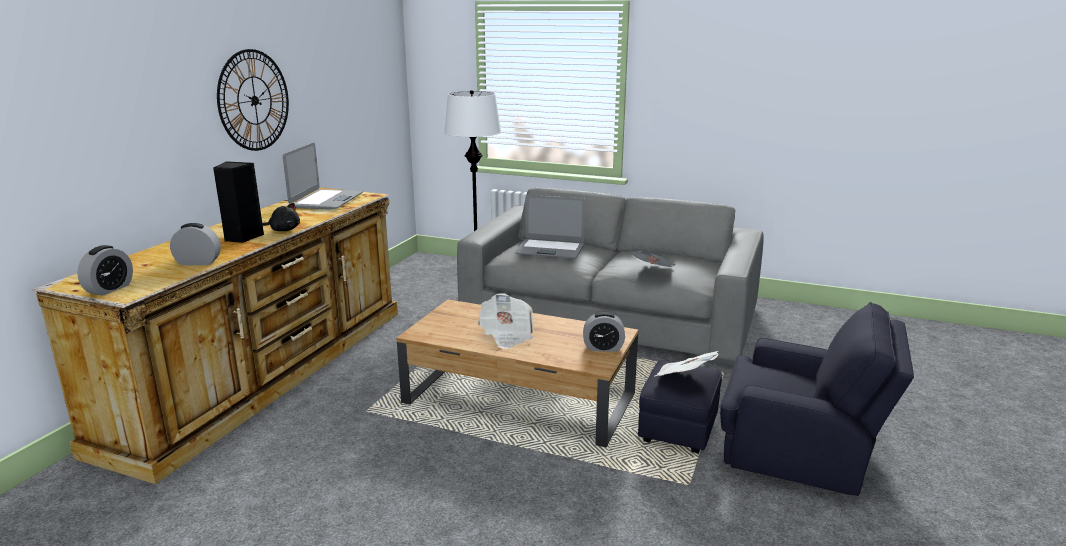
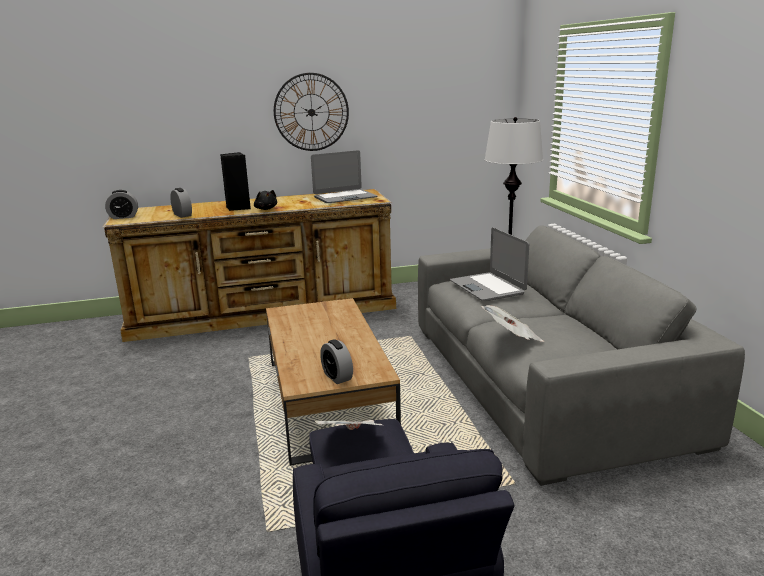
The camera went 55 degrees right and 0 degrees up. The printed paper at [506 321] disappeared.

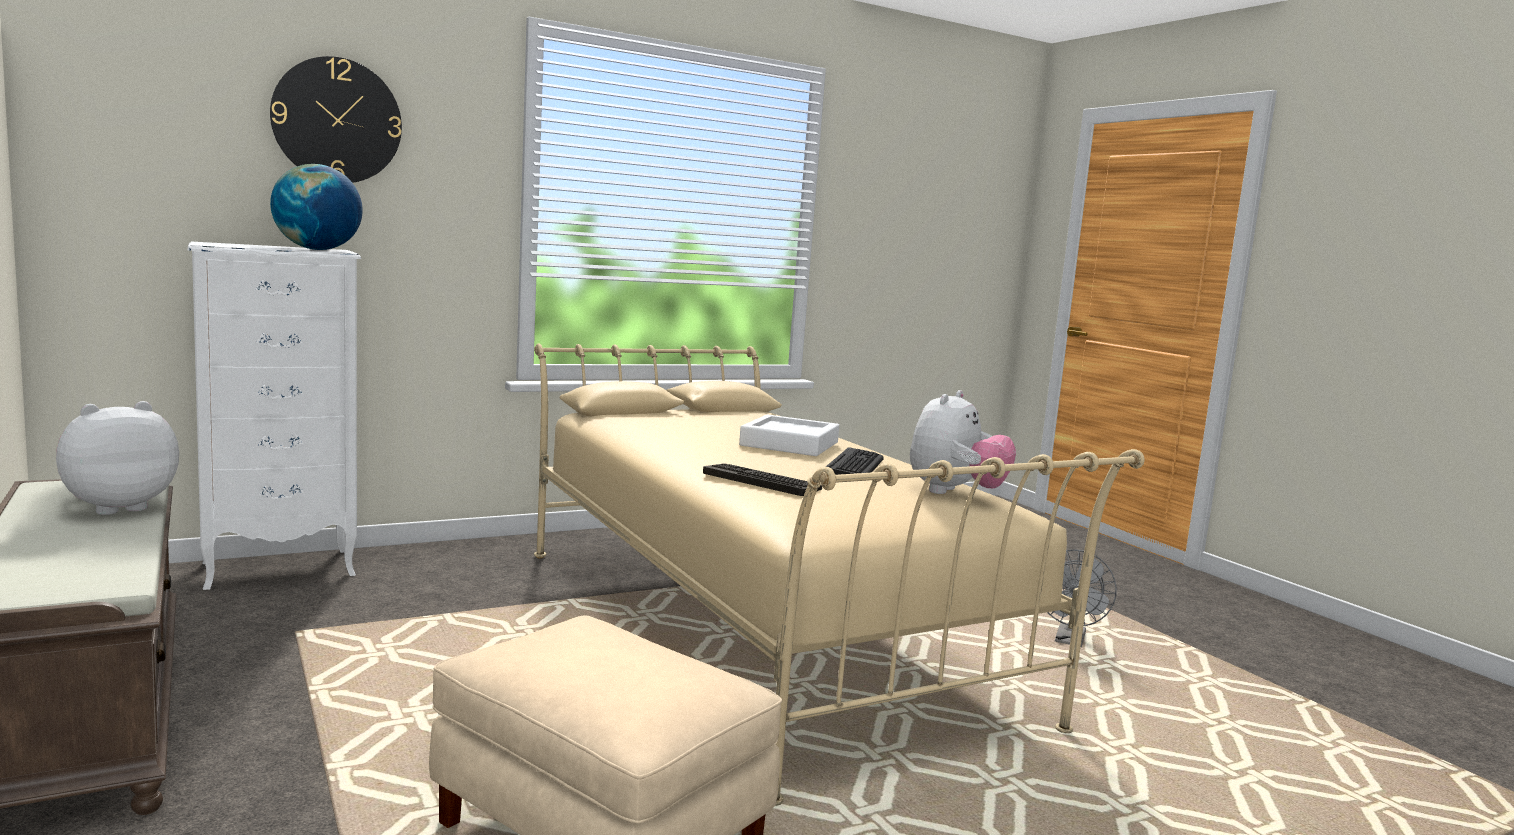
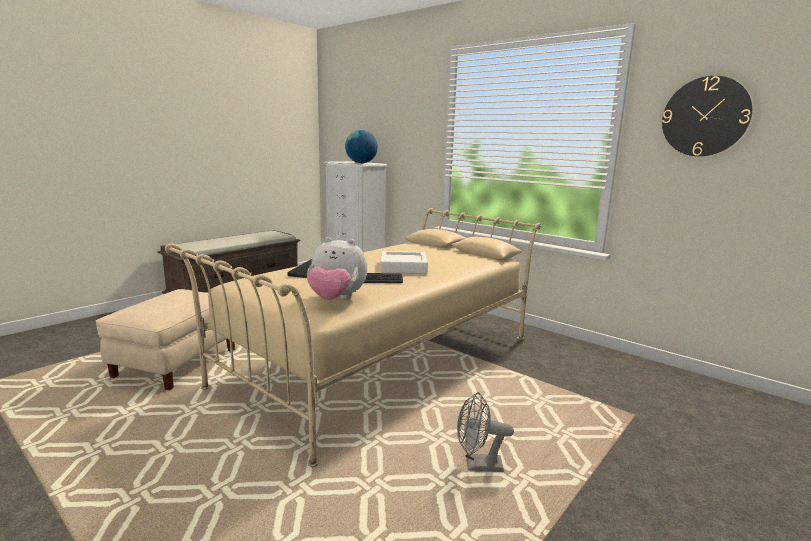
The camera went 70 degrees right and 5 degrees up. The cuddly toy at [117 458] disappeared. The wall clock moved from [336 119] to [707 116].

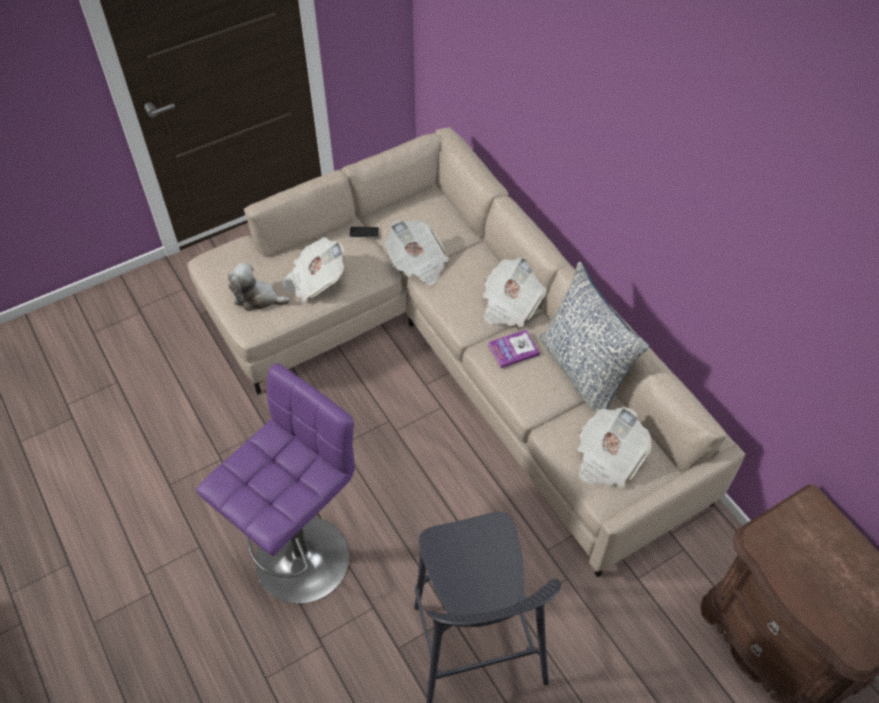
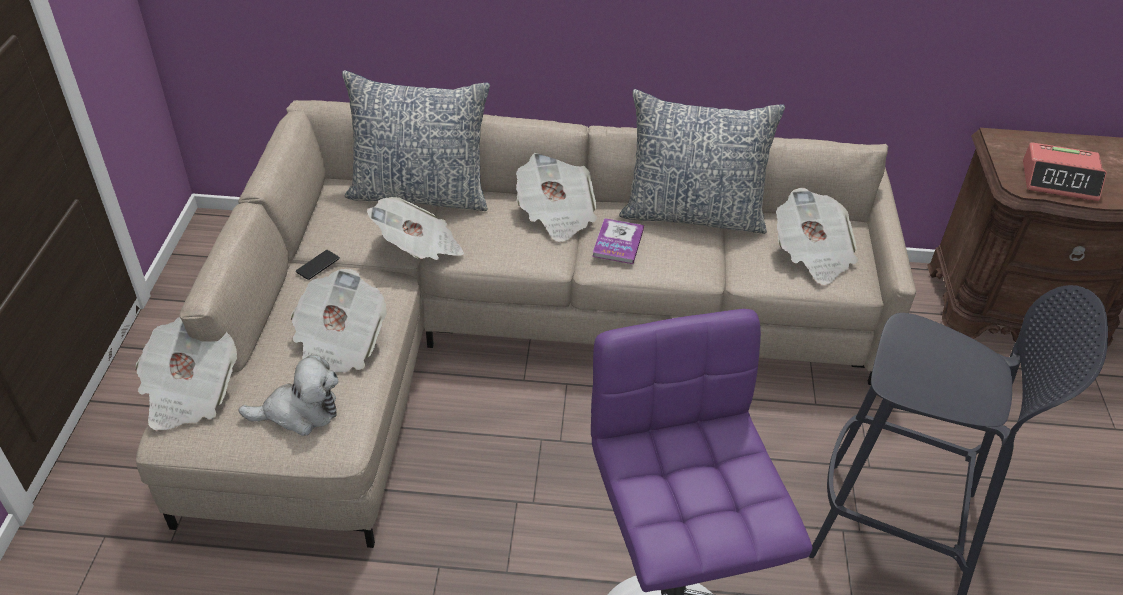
The camera went 55 degrees left and 10 degrees down. The cuddly toy at [259 287] turned 150 degrees counterclockwise. The printed paper at [186 373] appeared. The throw pillow at [416 140] appeared. The table clock at [1065 171] appeared.

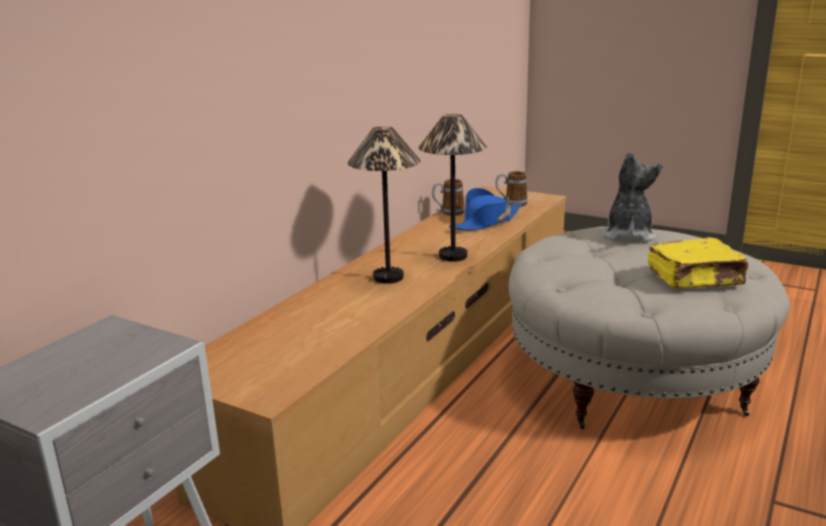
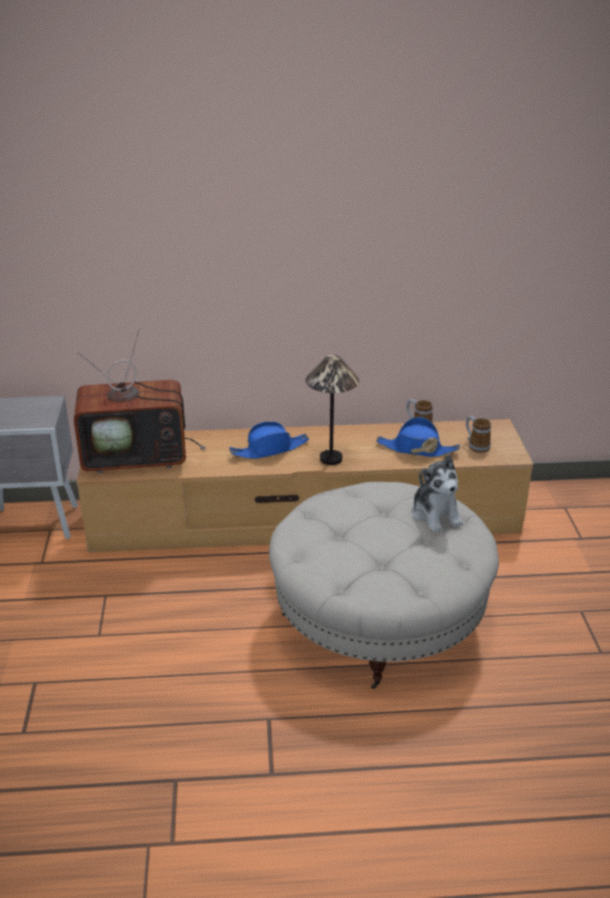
The camera went 55 degrees right and 10 degrees up. The tabletop lamp at [383 205] was replaced by the clothing hat in blue-coloured at [269 440]. The cuddly toy at [632 197] turned 90 degrees clockwise. The bound book in yellow at [698 263] disappeared. The television at [140 400] appeared.

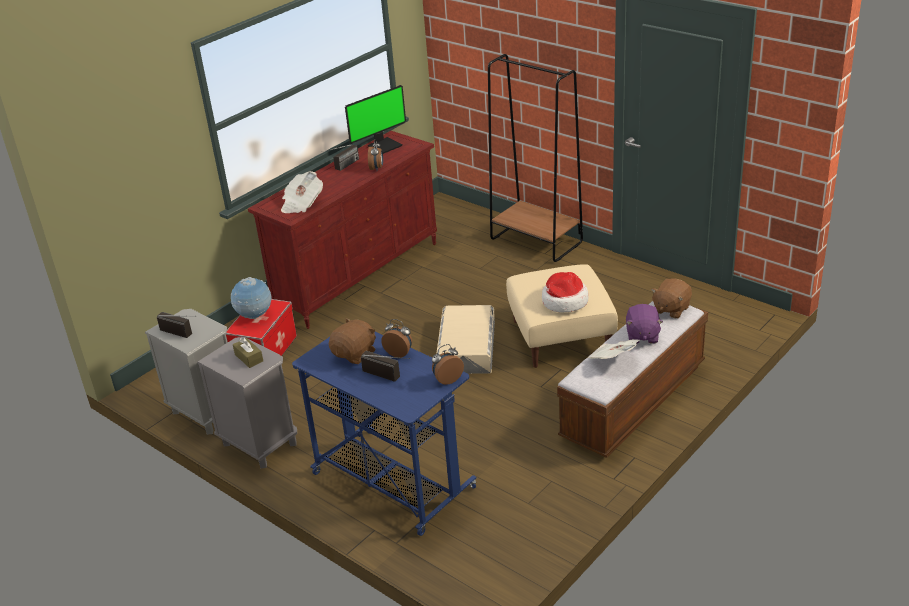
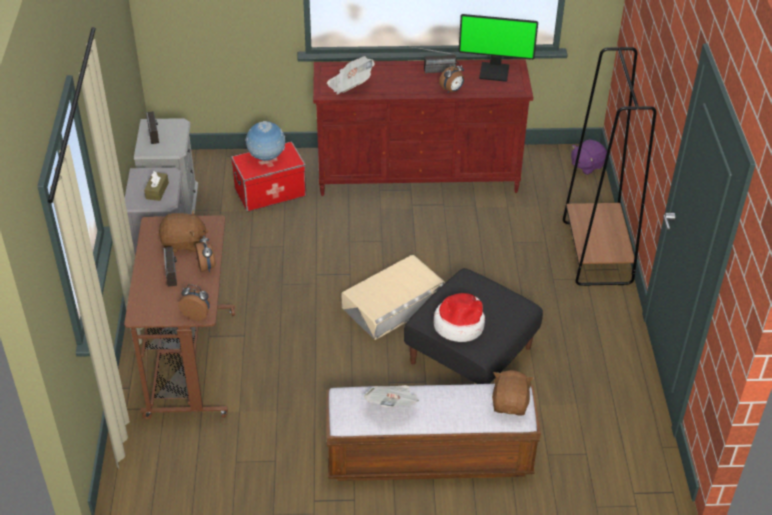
The camera went 45 degrees right and 10 degrees up. The desk unit in blue-coloured at [384 434] became the desk unit in brown-coloured at [179 317]. The pouffe in beige at [562 316] became the pouffe in blackish at [473 326]. The cuddly toy in purplish moved from [644 324] to [589 157]. The cuddly toy in brown-coloured at [671 298] turned 105 degrees clockwise.

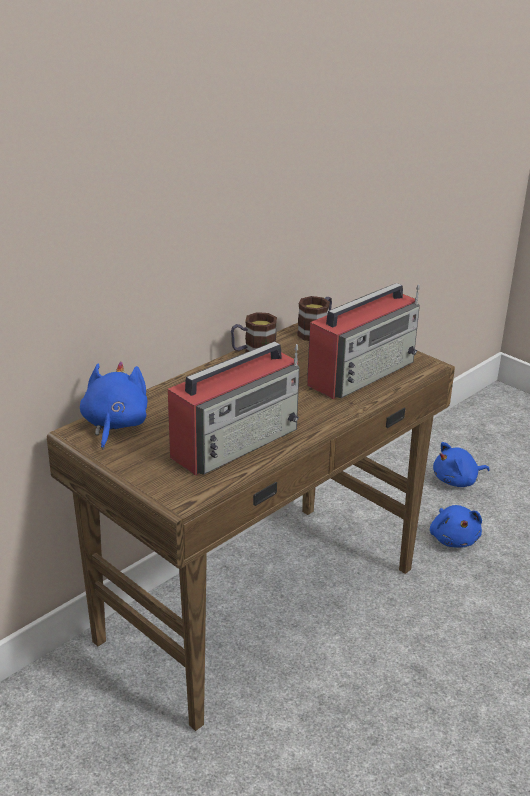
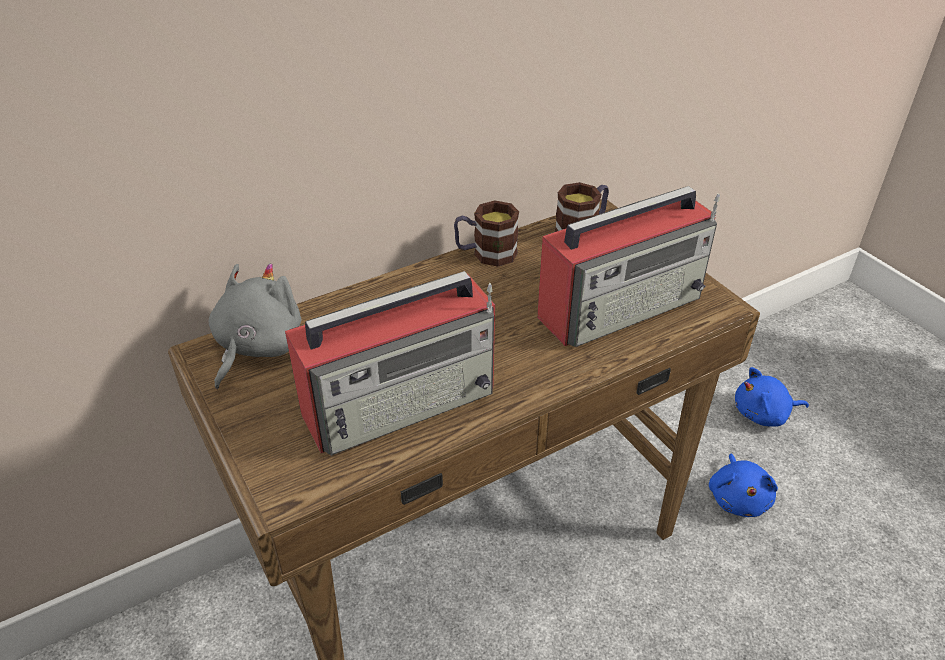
The camera went 15 degrees right and 10 degrees up. The cuddly toy in blue-coloured at [113 405] became the cuddly toy in gray at [255 326].

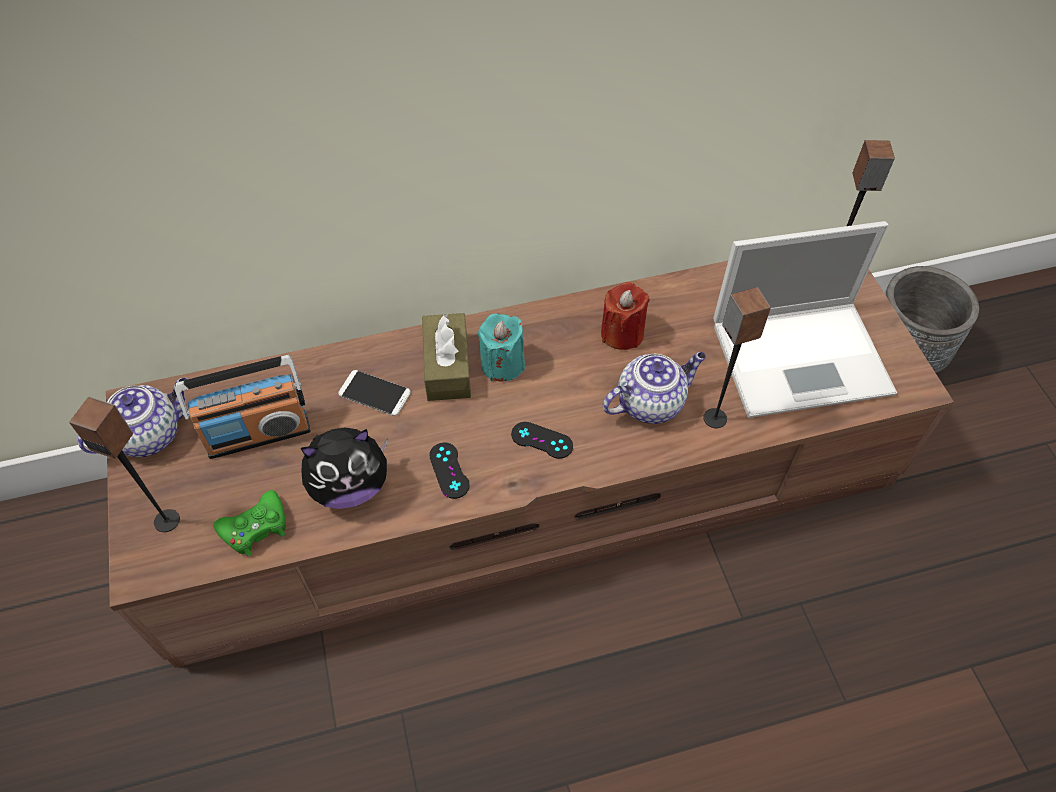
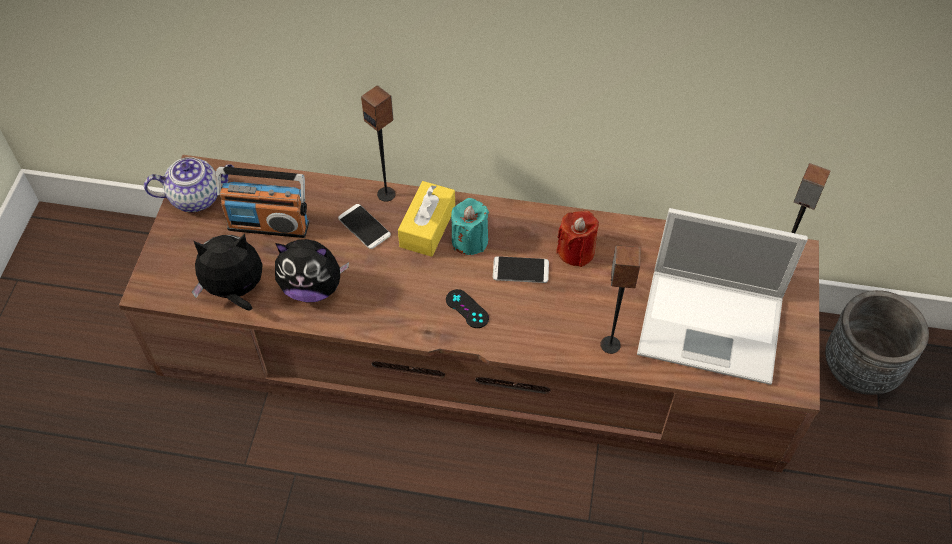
The camera went 25 degrees right and 0 degrees up. The loudspeaker moved from [124 464] to [378 143]. The gamepad in greenish at [249 523] was replaced by the cuddly toy at [227 272]. The tissue holder in brown-coloured at [446 357] became the tissue holder in yellow at [426 219]. The gamepad in blackish at [449 470] disappeared. The pot for tea at [654 388] disappeared. The telephone at [521 269] appeared.

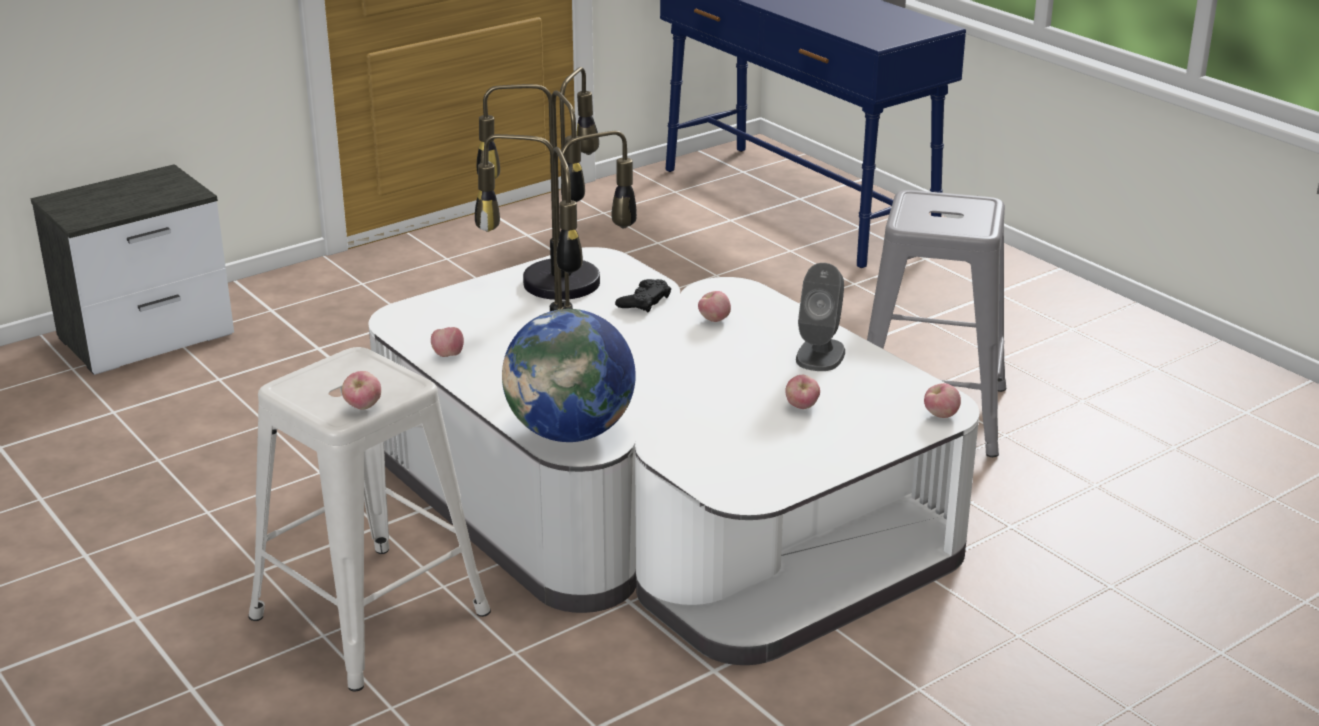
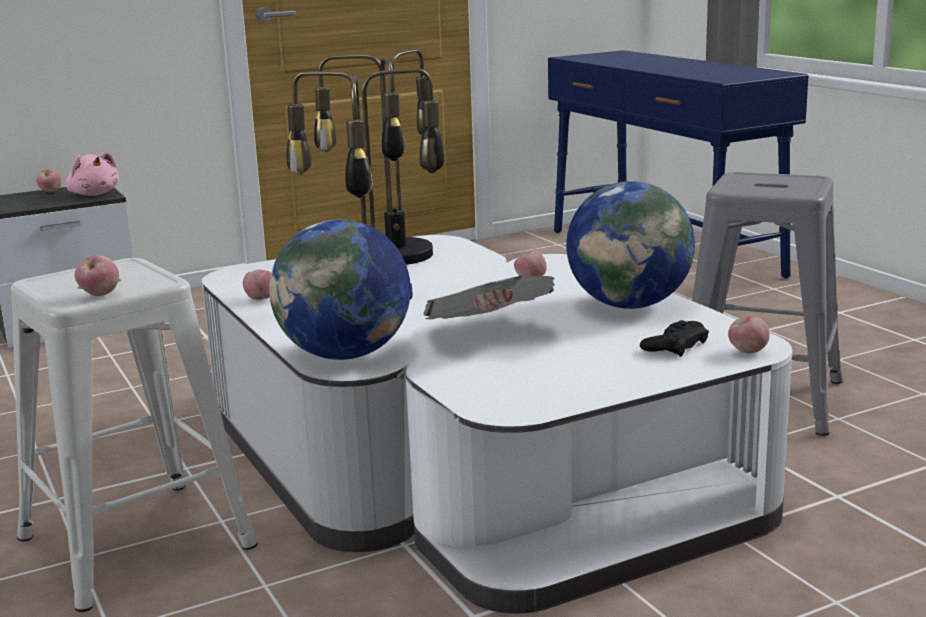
The camera went 10 degrees right and 10 degrees down. The gamepad in blackish moved from [643 296] to [674 338]. The whole apple moved from [802 392] to [49 181]. The loudspeaker in gray at [820 317] was replaced by the globe at [630 245]. The cuddly toy in pinkish at [92 173] appeared. The printed paper at [489 297] appeared.

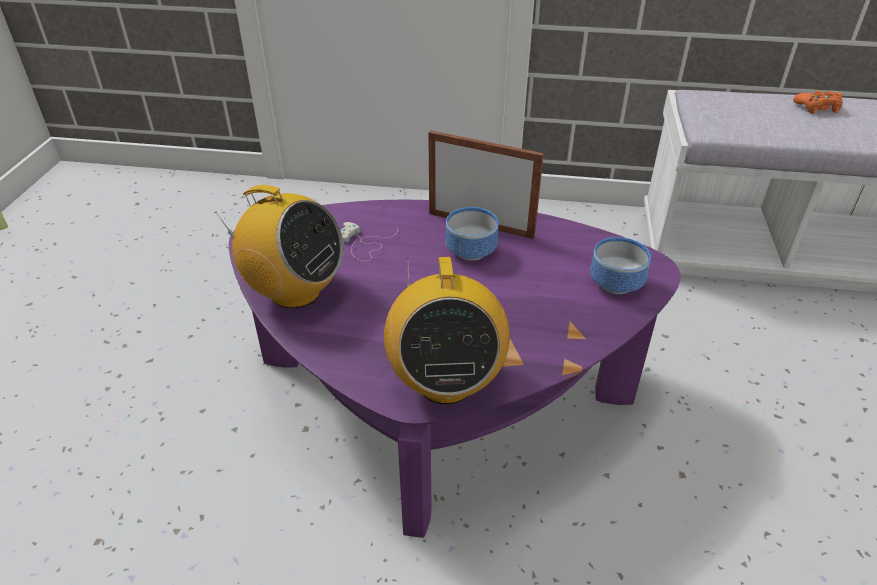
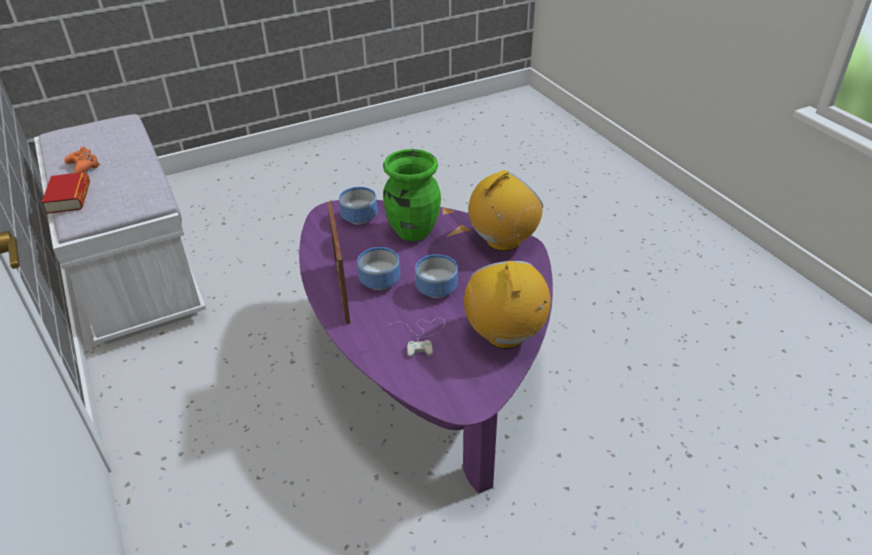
The camera went 125 degrees left and 0 degrees up. The bound book at [66 193] appeared. The vase in greenish at [412 195] appeared. The deep dish at [436 276] appeared.

